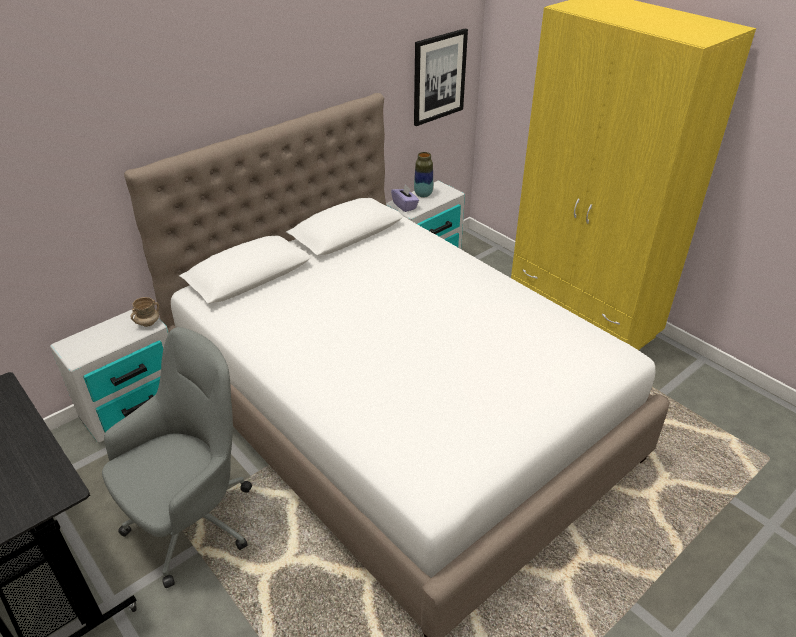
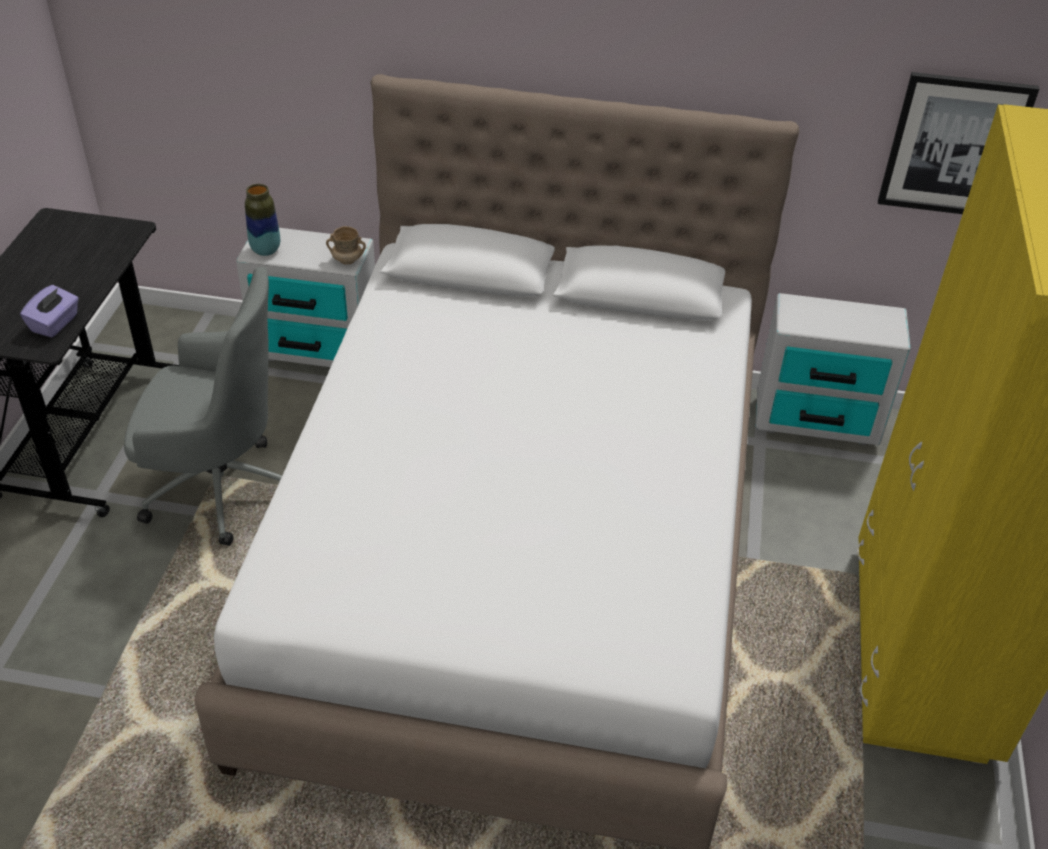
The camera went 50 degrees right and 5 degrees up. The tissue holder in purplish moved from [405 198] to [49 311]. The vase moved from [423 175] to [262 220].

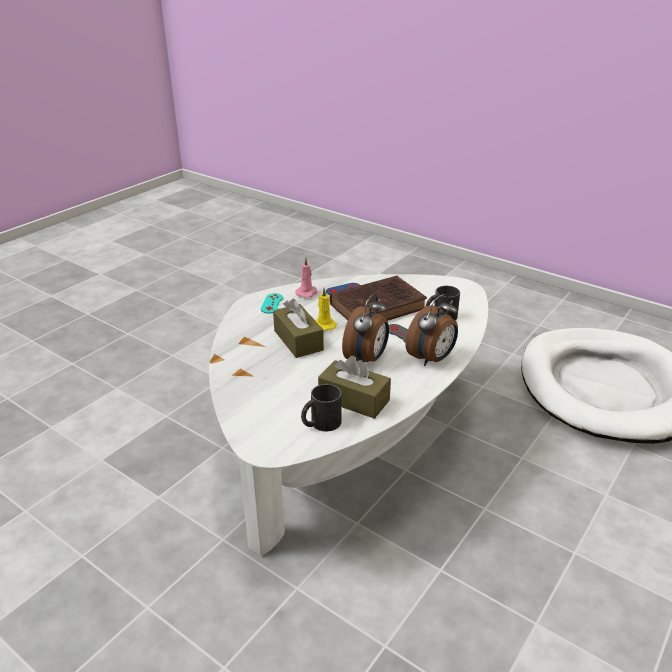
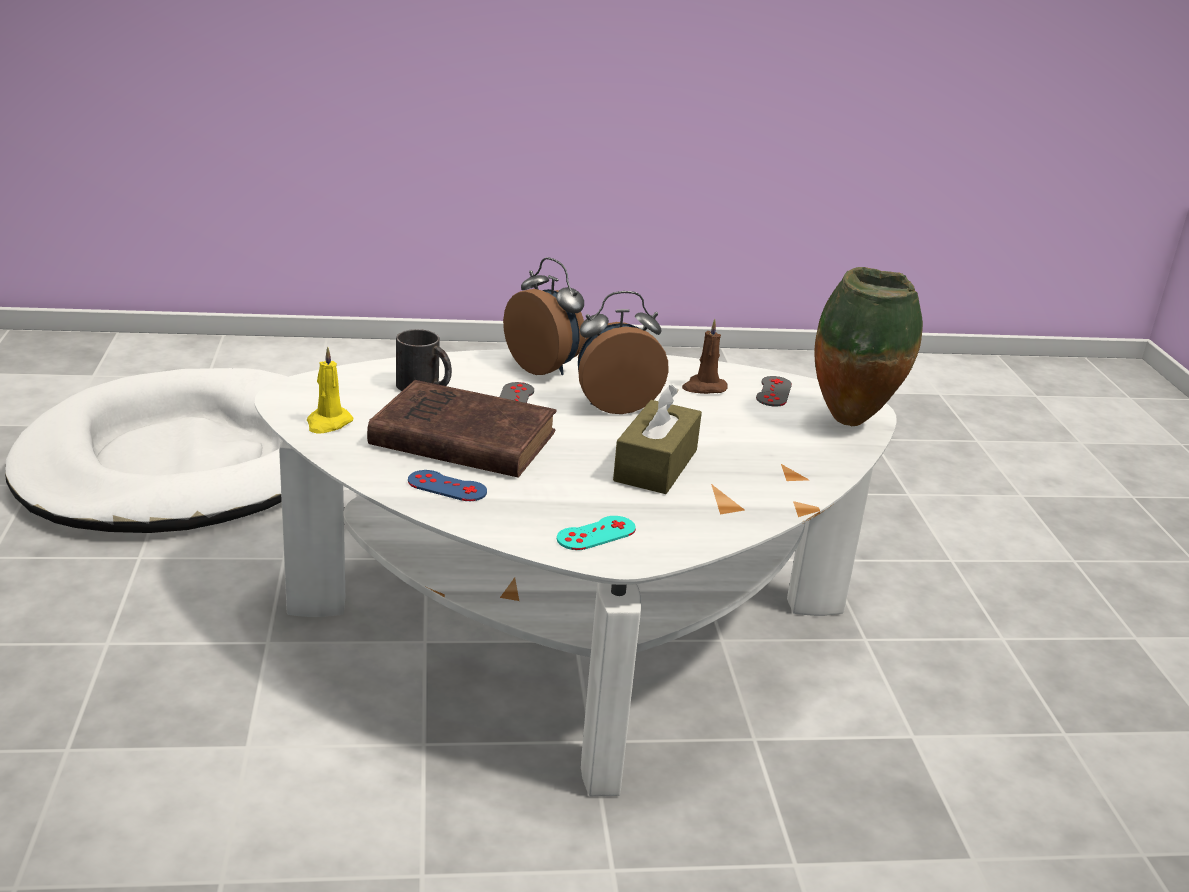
The camera went 135 degrees left and 5 degrees down. The wax candle in pinkish at [306 277] disappeared. The coffee mug in blackish at [321 407] was replaced by the gamepad in gray at [774 391]. The wax candle in yellow moved from [326 309] to [330 390]. The tissue holder in brown-coloured at [354 387] was replaced by the wax candle in brown-coloured at [704 356]. The table clock at [431 330] turned 45 degrees clockwise. The vase at [868 346] appeared.

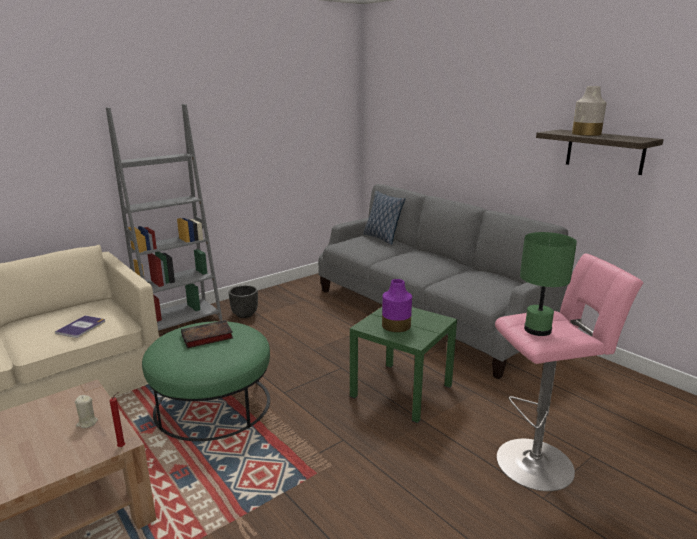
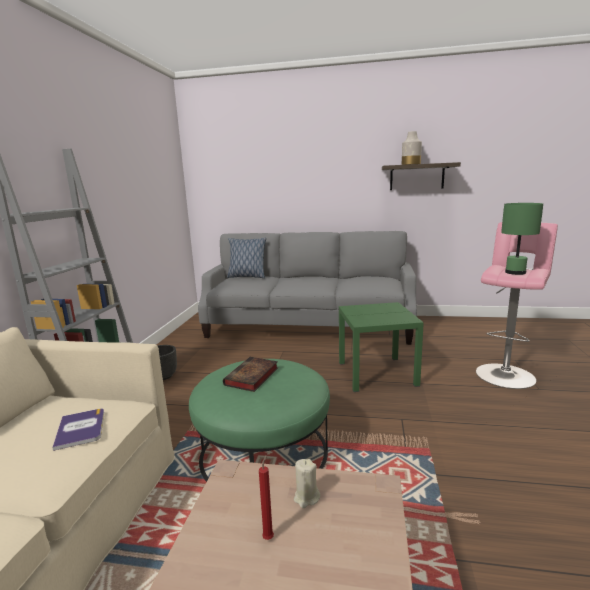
The camera went 40 degrees left and 5 degrees down. The wax candle in red moved from [117 419] to [266 497]. The vase in purplish at [397 305] disappeared.

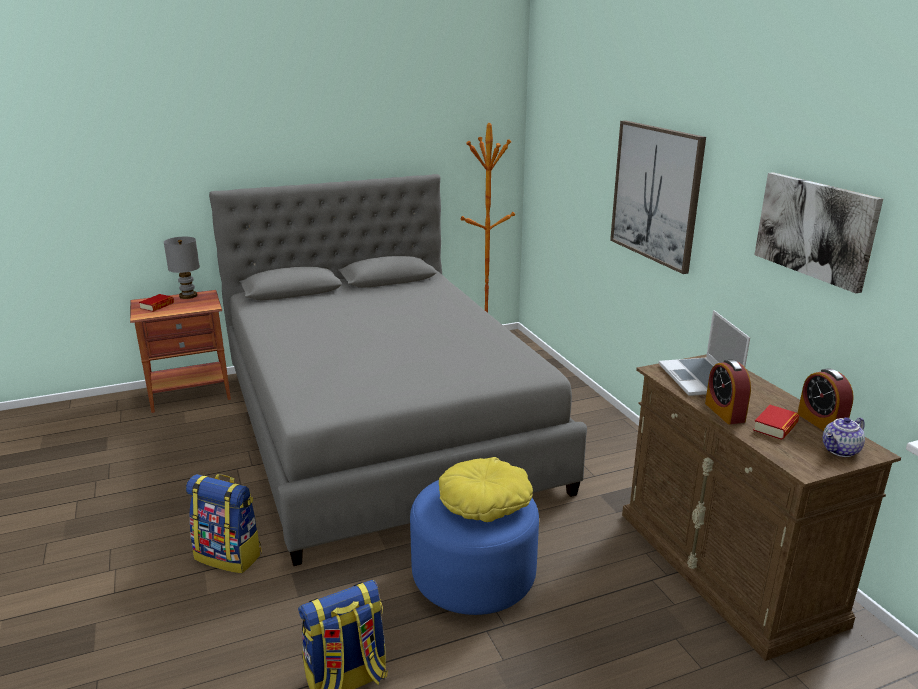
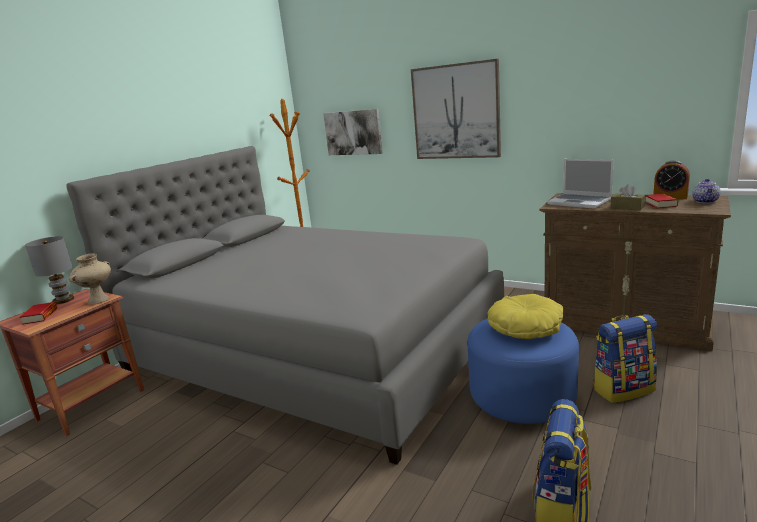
The camera went 35 degrees left and 5 degrees down. The backpack moved from [224 523] to [625 358]. The table clock at [728 392] was replaced by the tissue holder in brown-coloured at [628 197]. The wall art moved from [818 232] to [353 132]. The vase in beige at [90 279] appeared.

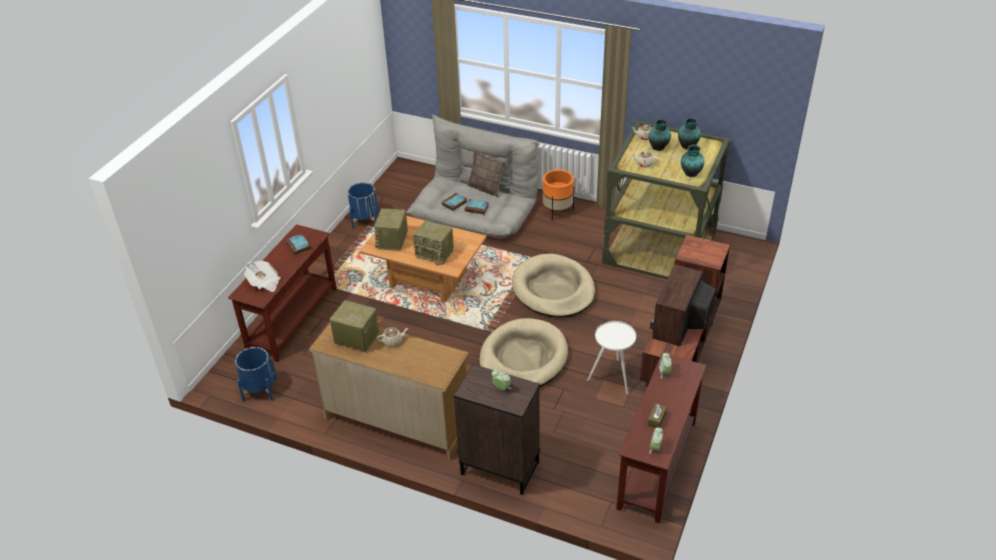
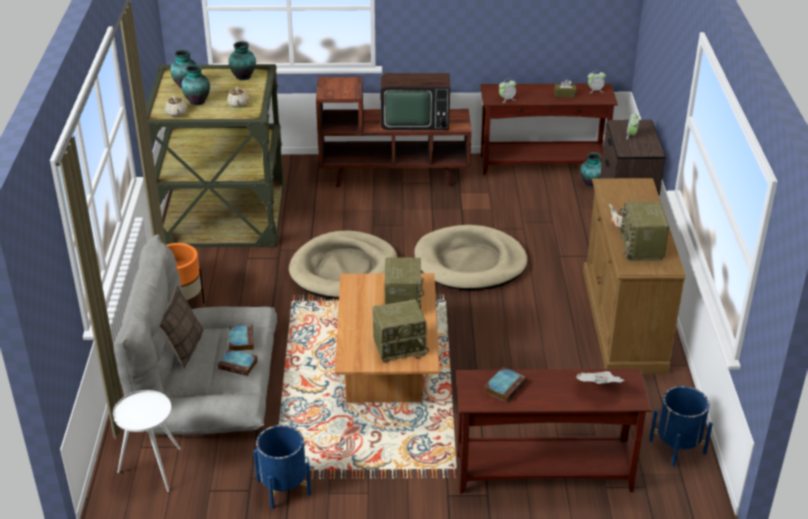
The camera went 115 degrees left and 5 degrees down. The end table in white-coloured moved from [611 357] to [147 441]. The vase at [591 169] appeared.

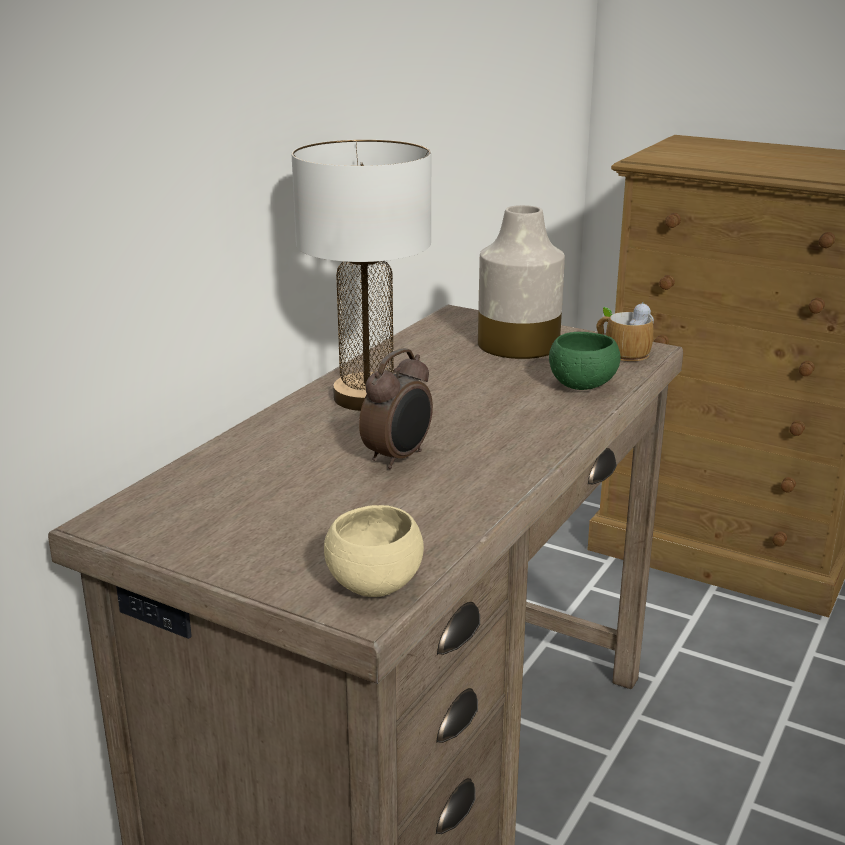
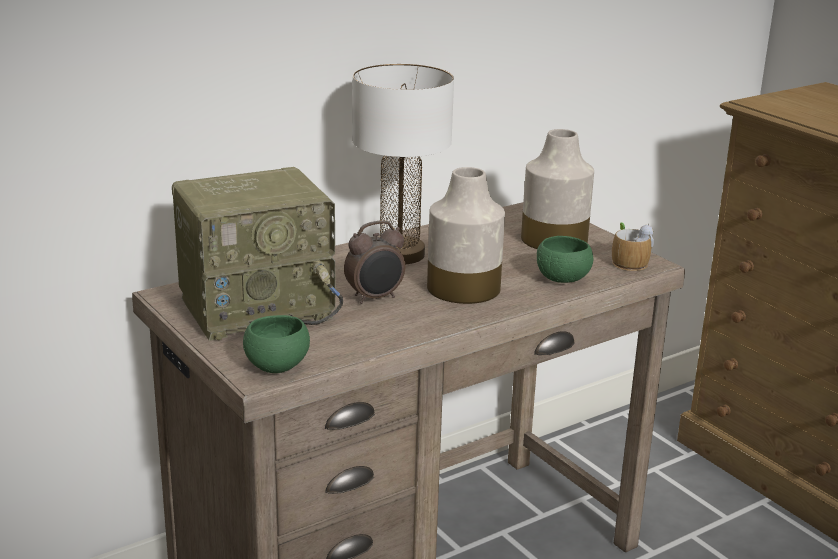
The camera went 25 degrees right and 0 degrees up. The deep dish in beige at [374 551] became the deep dish in greenish at [276 344]. The radio set at [257 254] appeared. The vase in beige at [466 235] appeared.

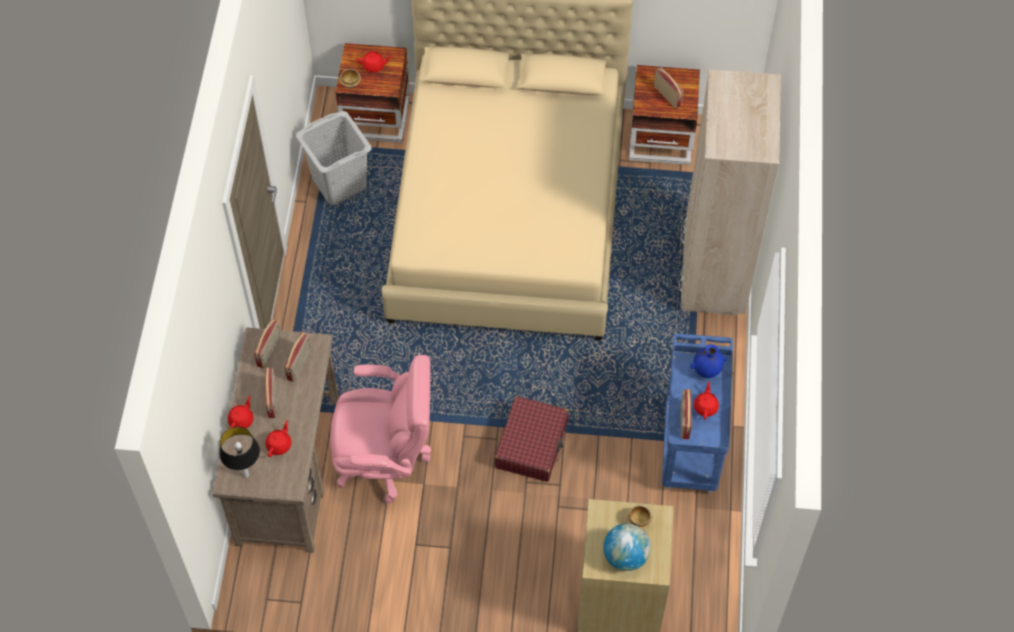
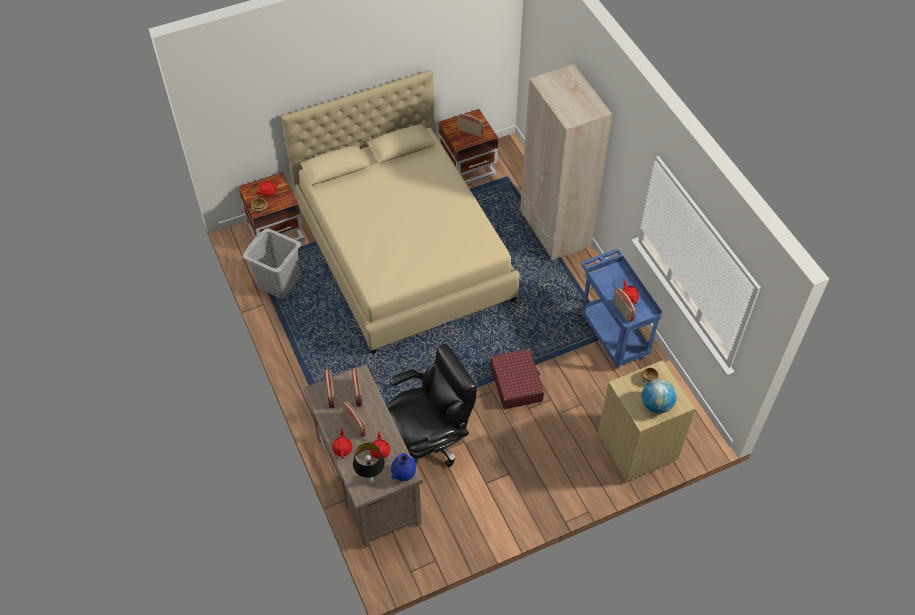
The camera went 30 degrees left and 5 degrees down. The desk chair in pinkish at [380 429] became the desk chair in blackish at [431 405]. The vase in blue-coloured moved from [708 361] to [403 467].

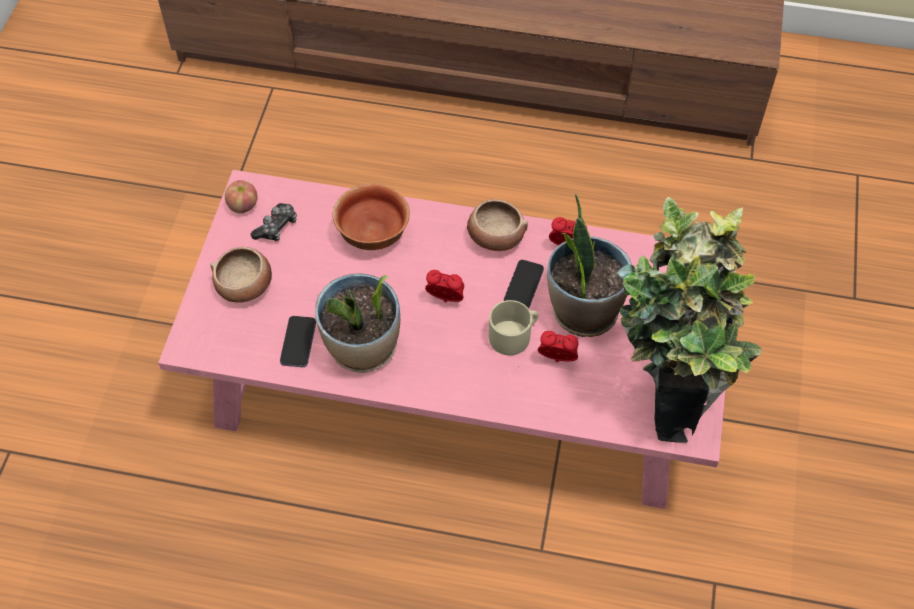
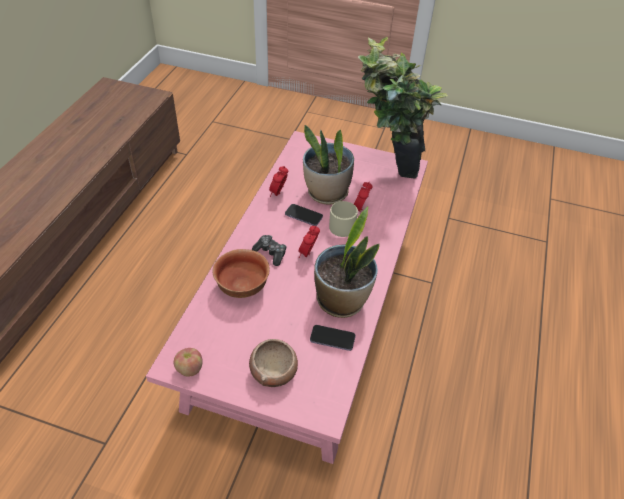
The camera went 85 degrees left and 10 degrees down. The gamepad moved from [274 222] to [269 250]. The deep dish at [497 225] disappeared.

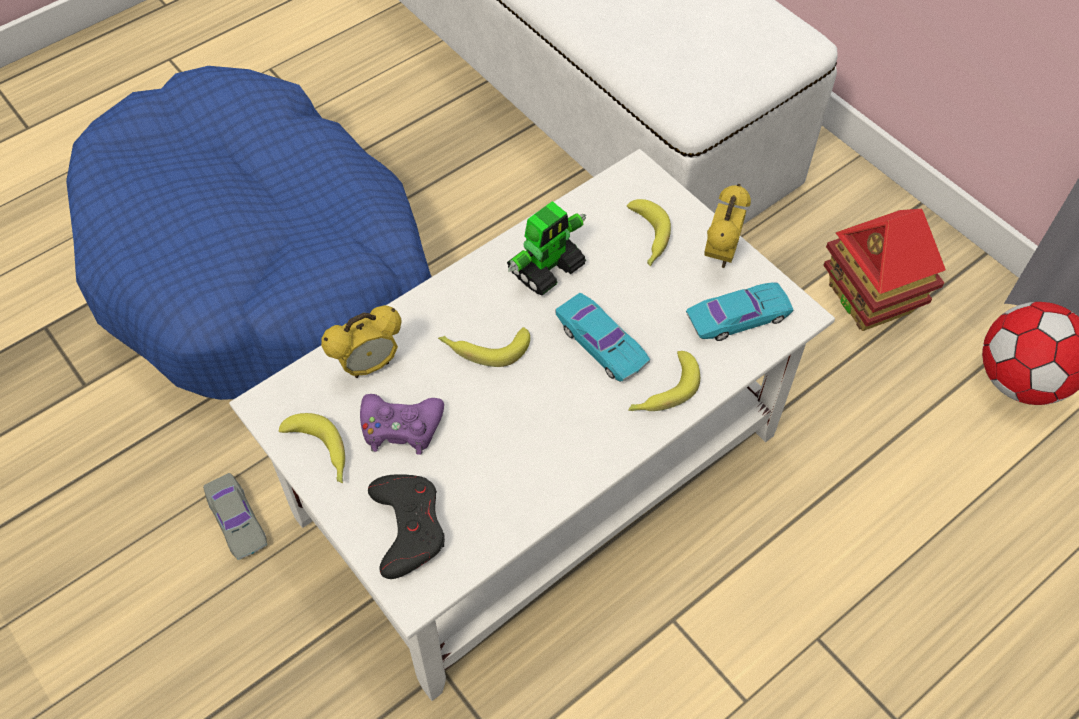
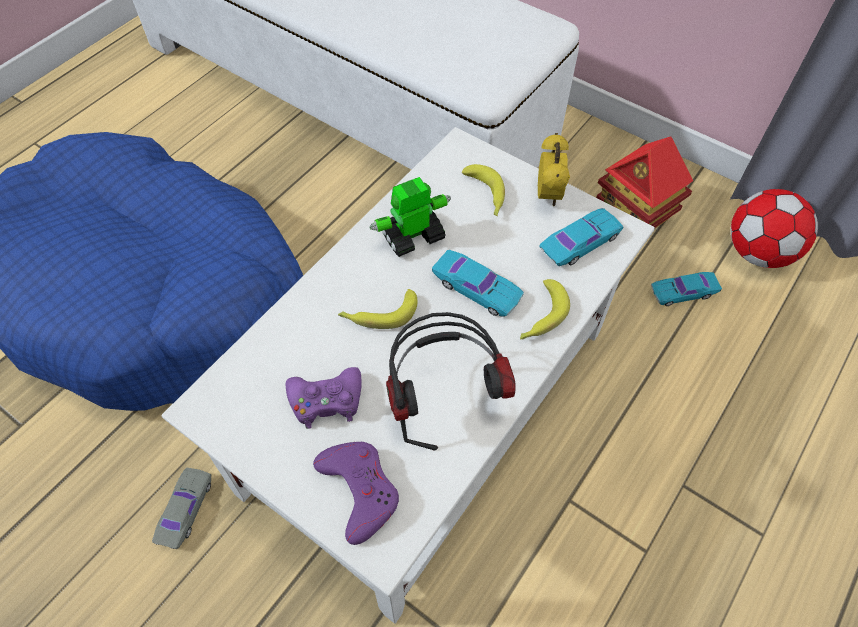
The camera went 15 degrees left and 0 degrees up. The miniature car in gray at [235 516] turned 120 degrees counterclockwise. The banana at [312 448] disappeared. The table clock at [361 341] disappeared. The gamepad in blackish at [406 526] became the gamepad in purplish at [356 493]. The toy robot at [546 248] turned 150 degrees counterclockwise. The headphones at [451 381] appeared. The miniature car in turquoise-coloured at [686 289] appeared.

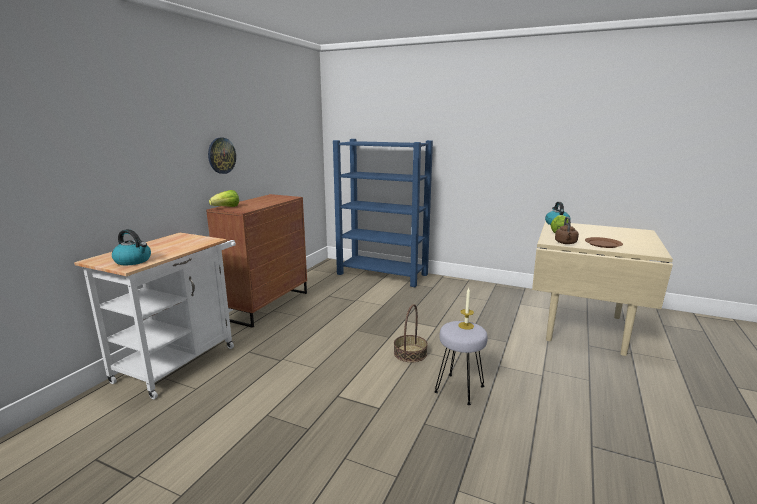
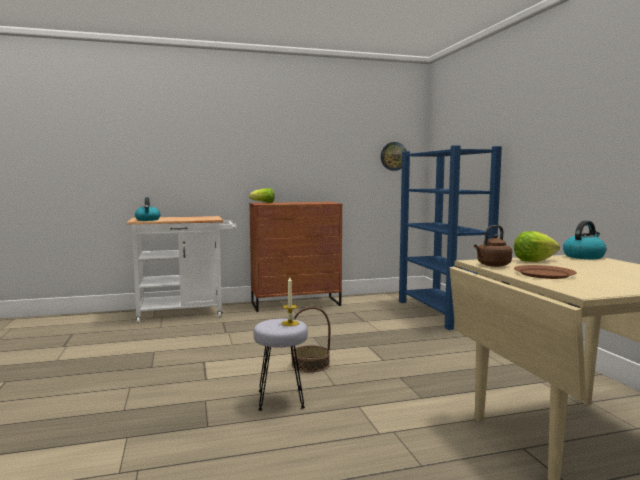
The camera went 50 degrees right and 10 degrees down. The wall clock moved from [222 156] to [394 156].

